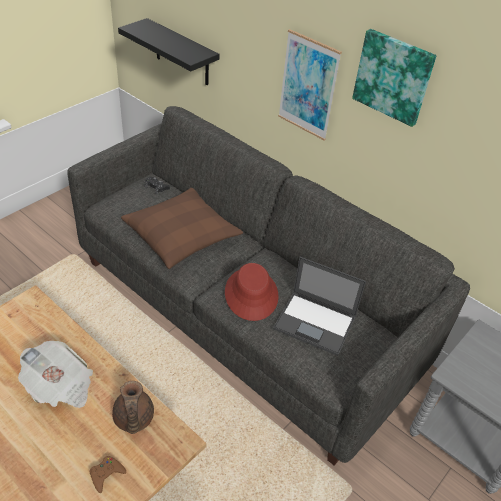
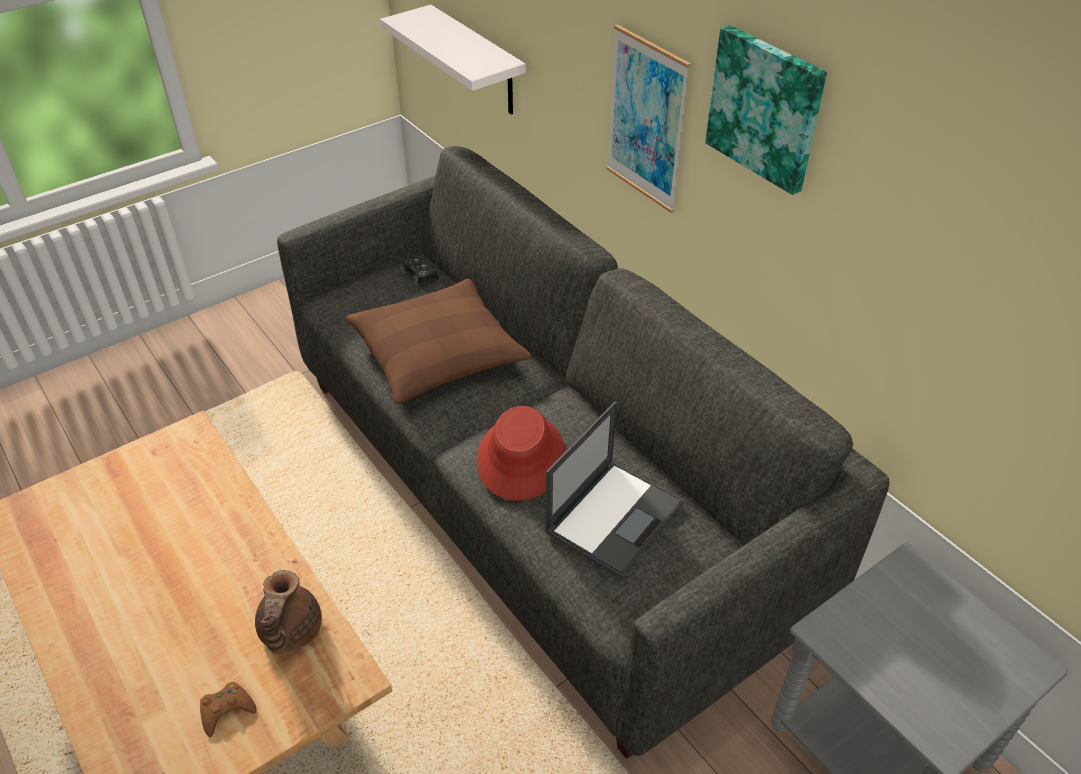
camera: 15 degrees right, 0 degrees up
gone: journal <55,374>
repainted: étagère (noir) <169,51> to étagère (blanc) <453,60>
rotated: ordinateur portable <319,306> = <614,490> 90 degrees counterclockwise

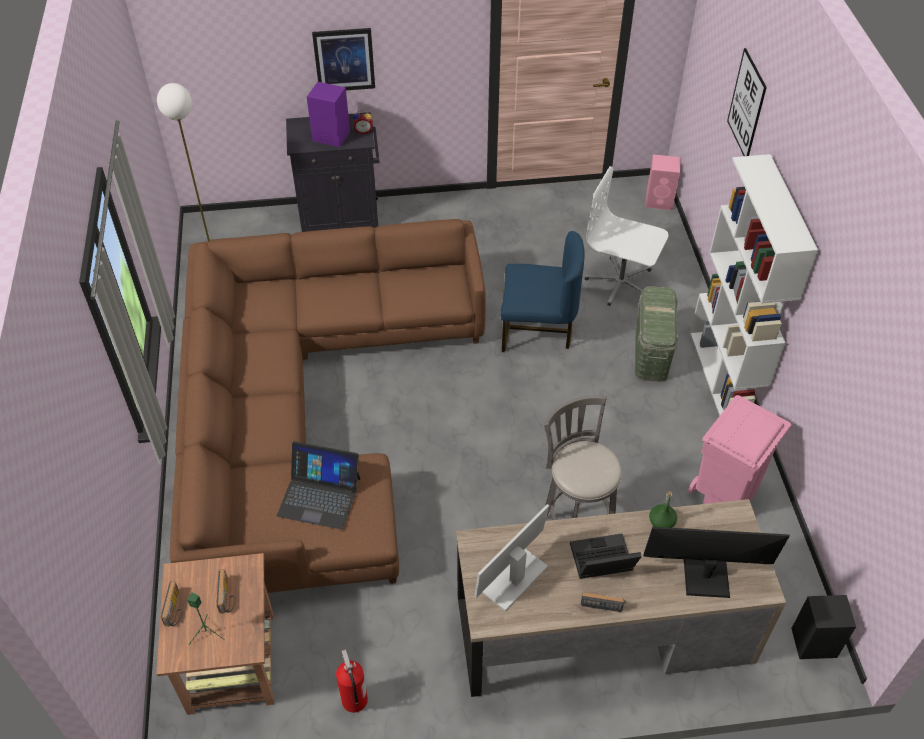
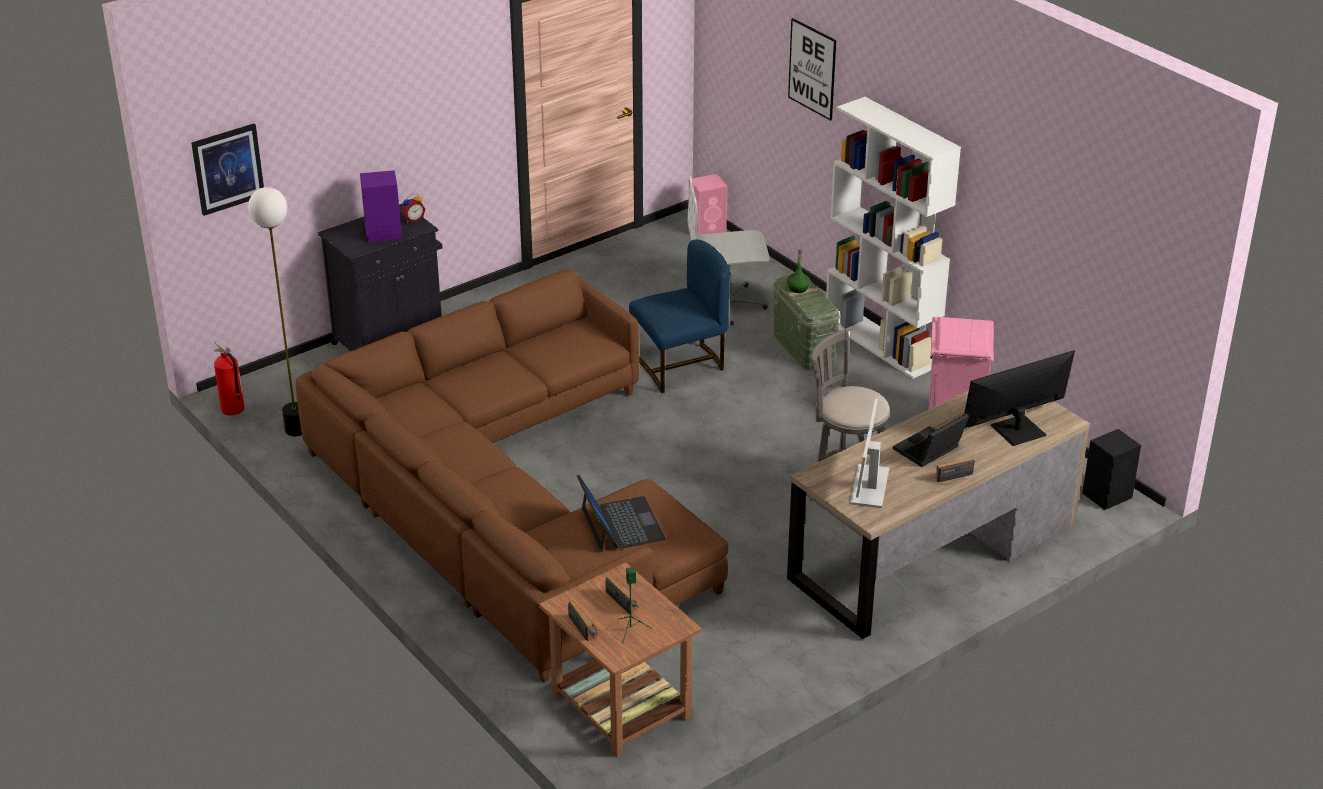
camera: 30 degrees left, 15 degrees down
shifted: tableau <343,59> to <227,170>; extincteur <352,681> to <229,378>; bouteille (vert) <663,509> to <798,271>
rotated: ordinateur portable <318,485> = <621,513> 90 degrees counterclockwise

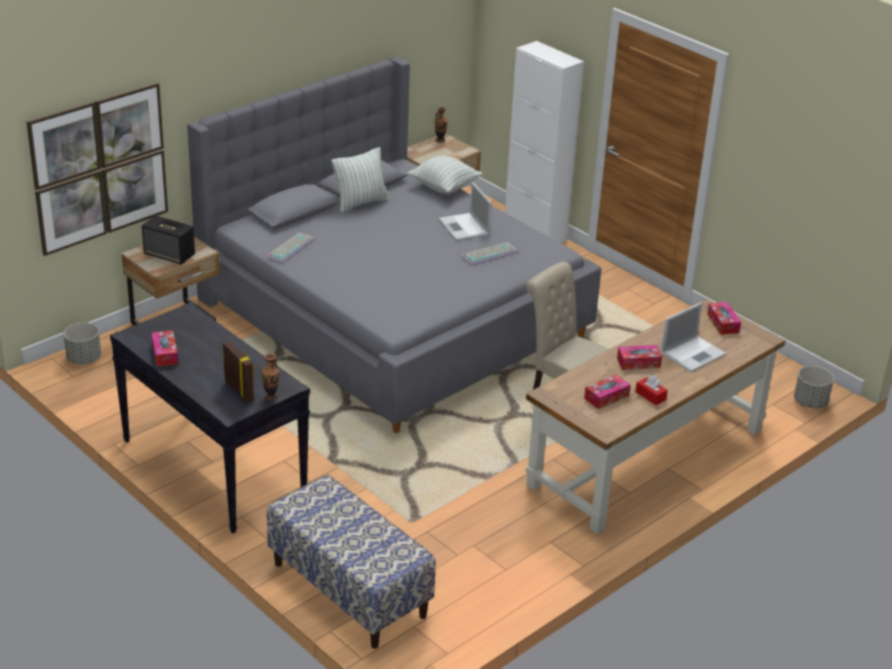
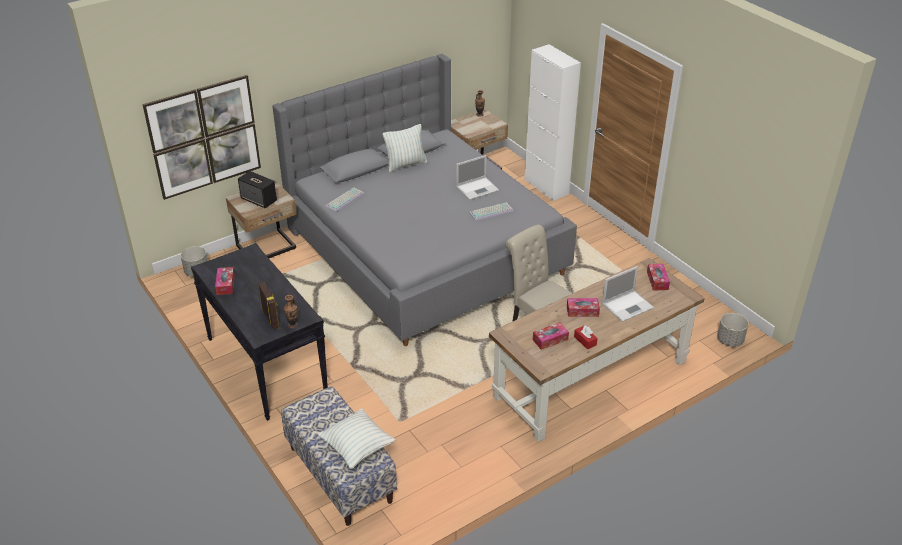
camera: 10 degrees right, 5 degrees up
shifted: coussin <445,175> to <356,438>
rotated: ordinateur portable <465,211> = <477,177> 105 degrees counterclockwise

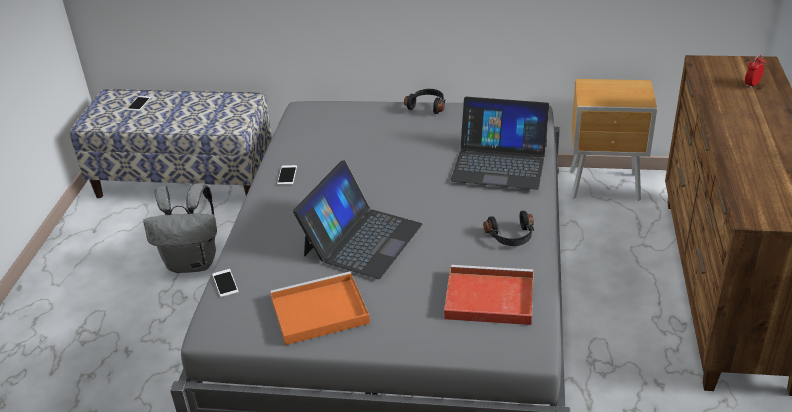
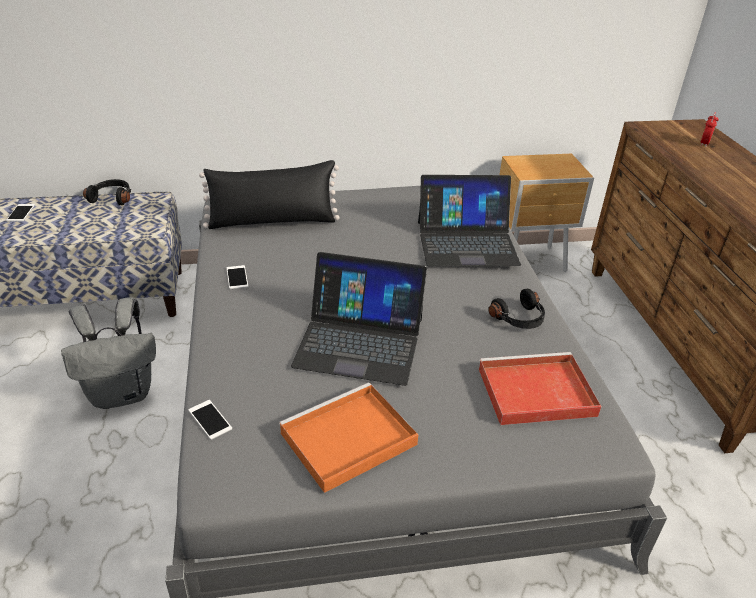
camera: 20 degrees left, 0 degrees up
new: coussin (noir) <269,194>
shifted: casque audio (noir) <424,101> to <107,192>
rotated: ordinateur portable <357,219> = <359,319> 90 degrees clockwise

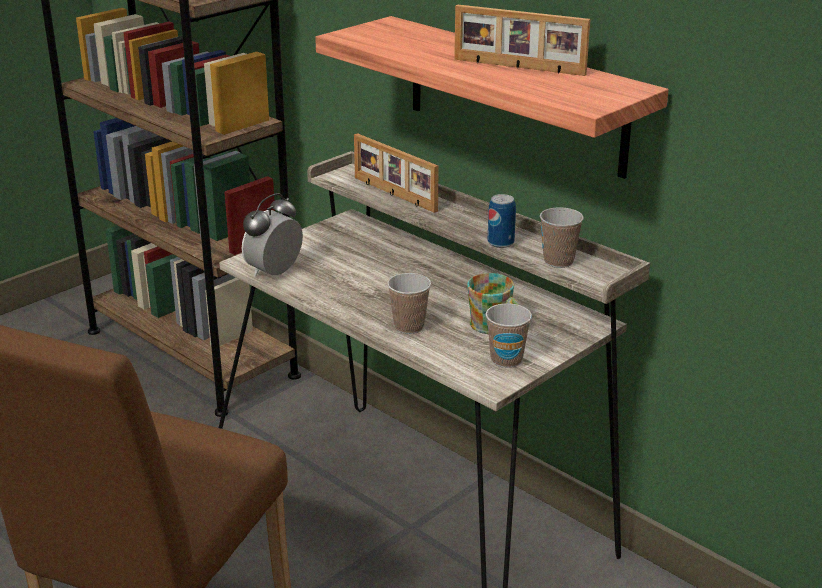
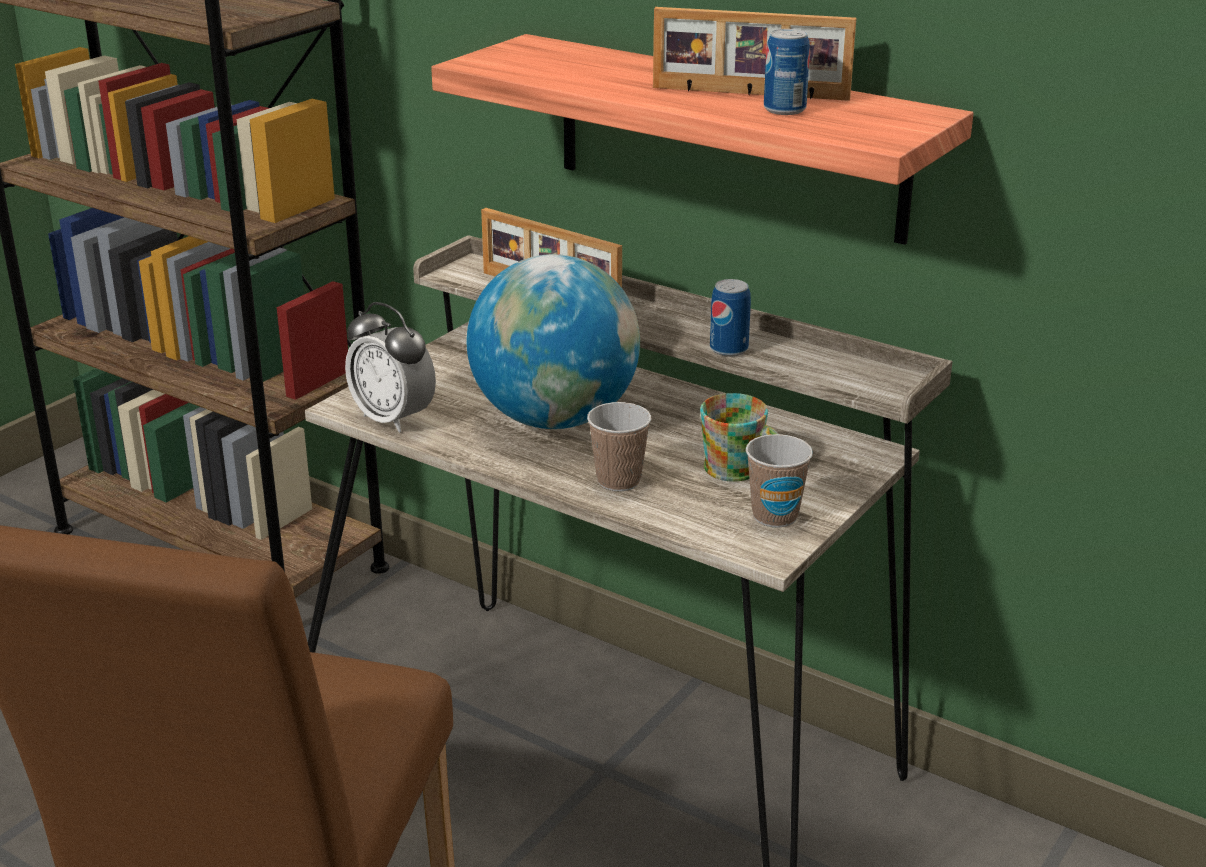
camera: 10 degrees left, 0 degrees up
gone: tasse <562,237>
new: globe <553,341>; boîte métallique <787,72>
rotated: réveil <272,235> = <390,367> 75 degrees counterclockwise

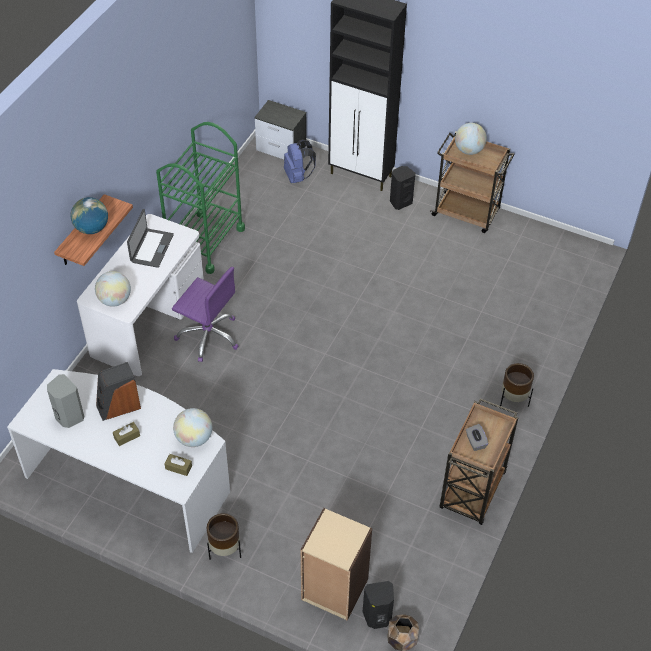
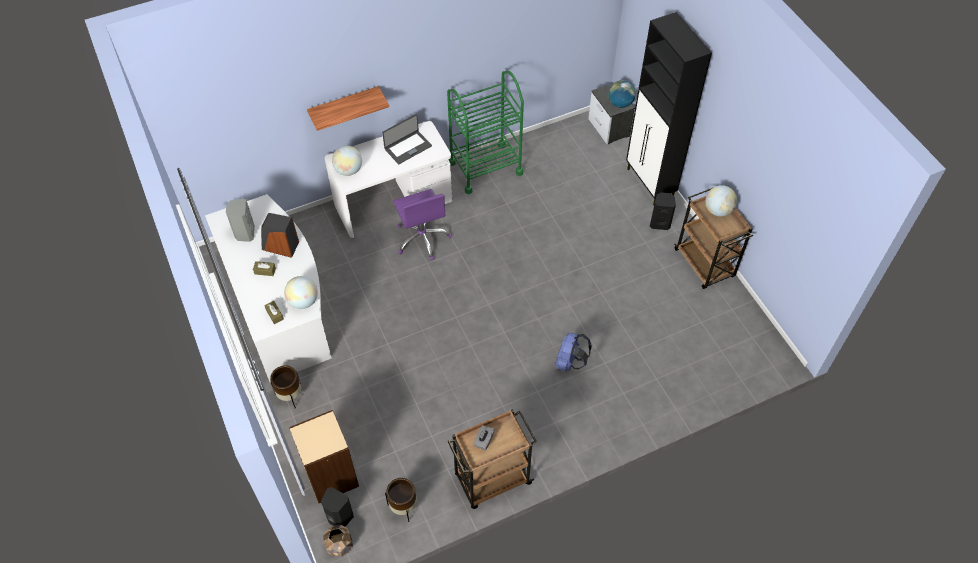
camera: 40 degrees right, 5 degrees up
shifted: globe <89,215> to <622,94>; sac à dos (bleu) <300,161> to <573,351>; cache-pot (marron) <517,385> to <401,500>

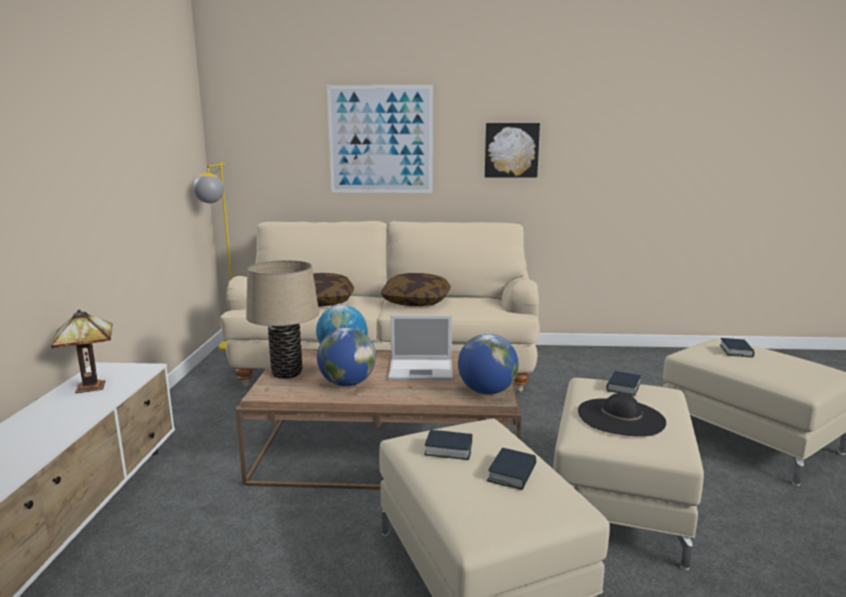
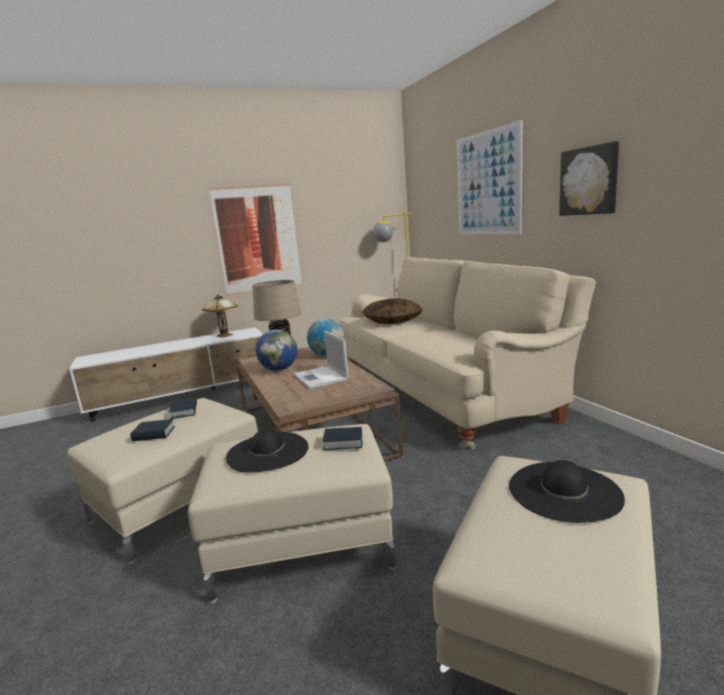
camera: 65 degrees right, 0 degrees up
gone: coussin <416,289>; globe <488,364>
new: tableau <255,239>
swapped: livre <737,347> to chapeau (noir) <567,491>

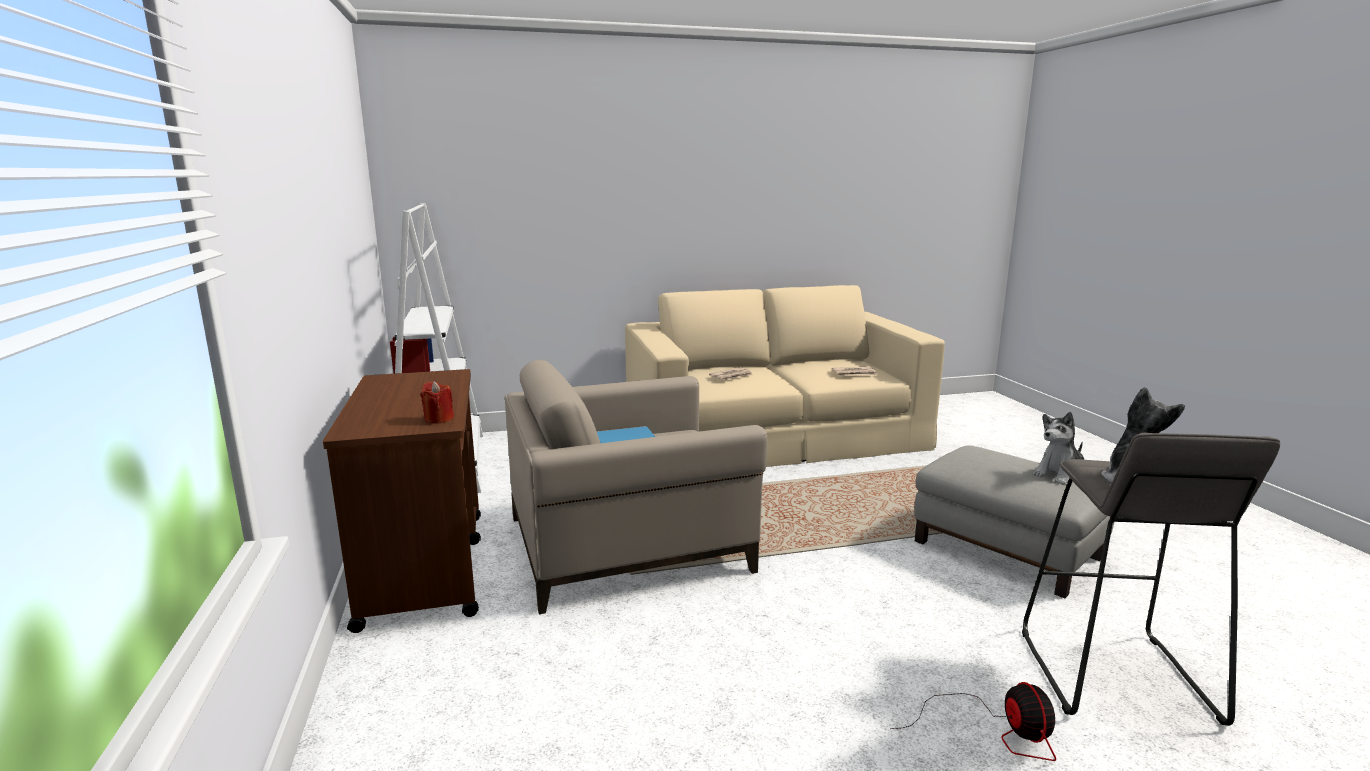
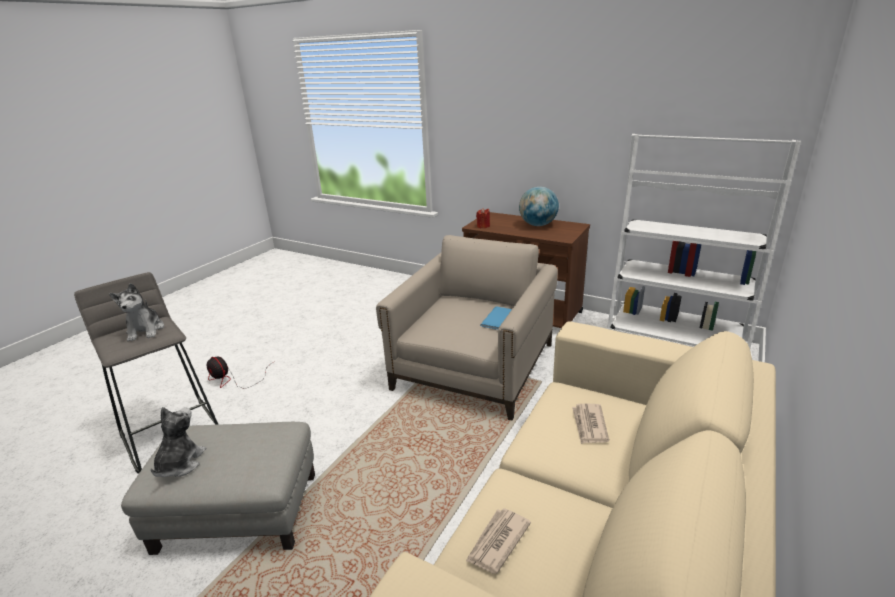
camera: 135 degrees right, 10 degrees up
new: globe <539,206>

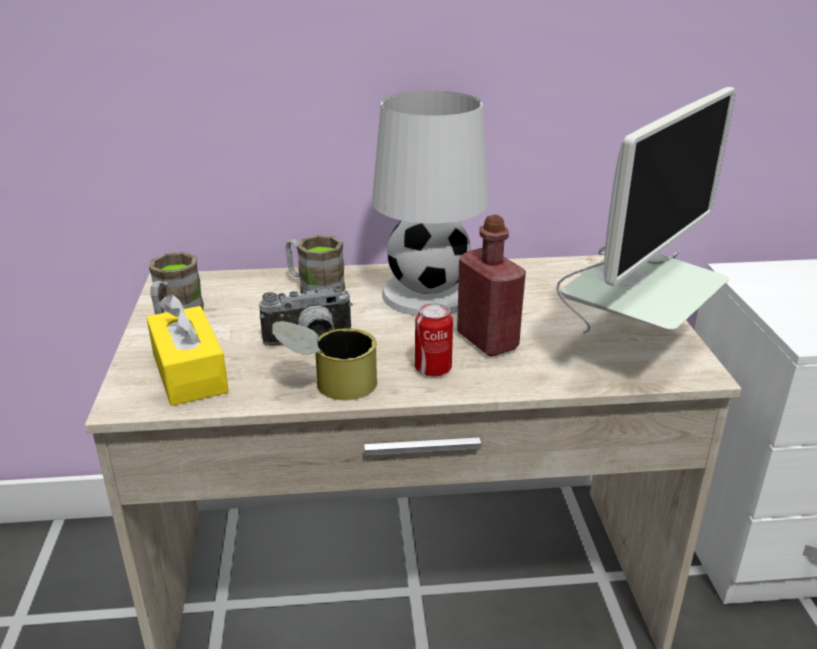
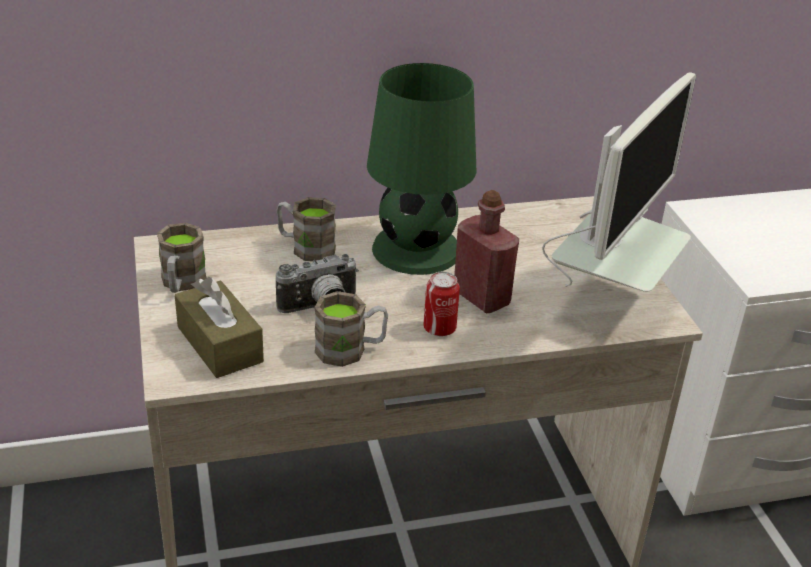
camera: 10 degrees left, 5 degrees up
swapped: boîte métallique <324,360> to mug (marron) <351,329>
repainted: boîte à mouchoirs (jaune) <187,350> to boîte à mouchoirs (marron) <219,327>; lampe de table (blanc) <430,203> to lampe de table (vert) <422,169>

